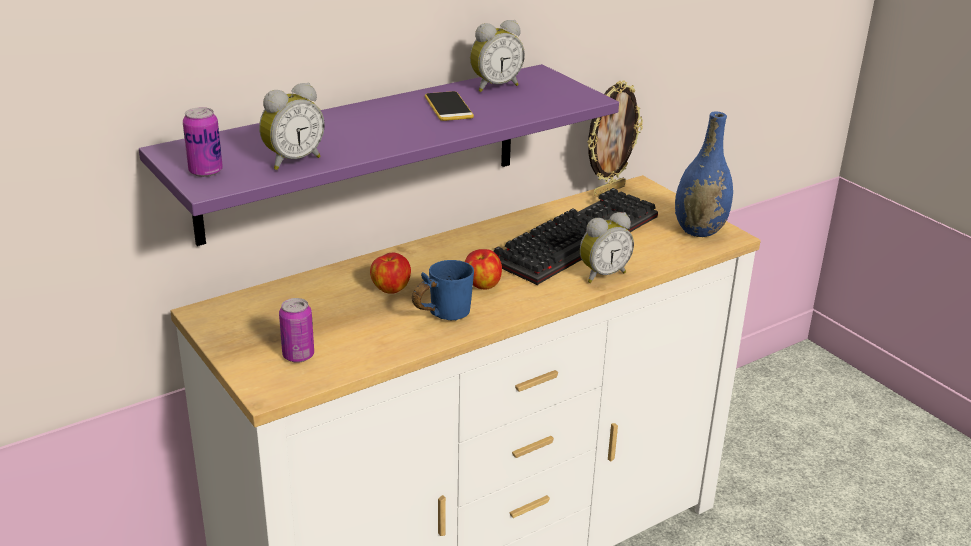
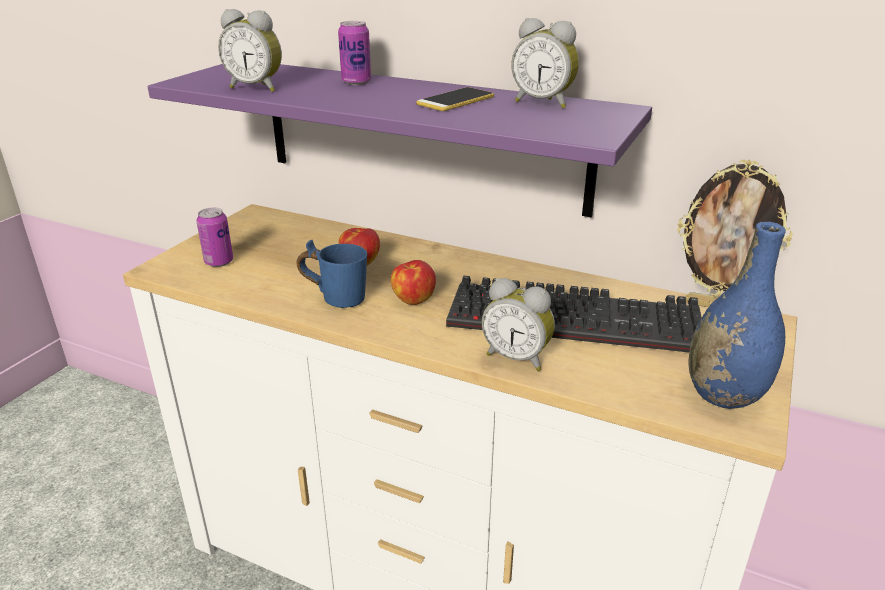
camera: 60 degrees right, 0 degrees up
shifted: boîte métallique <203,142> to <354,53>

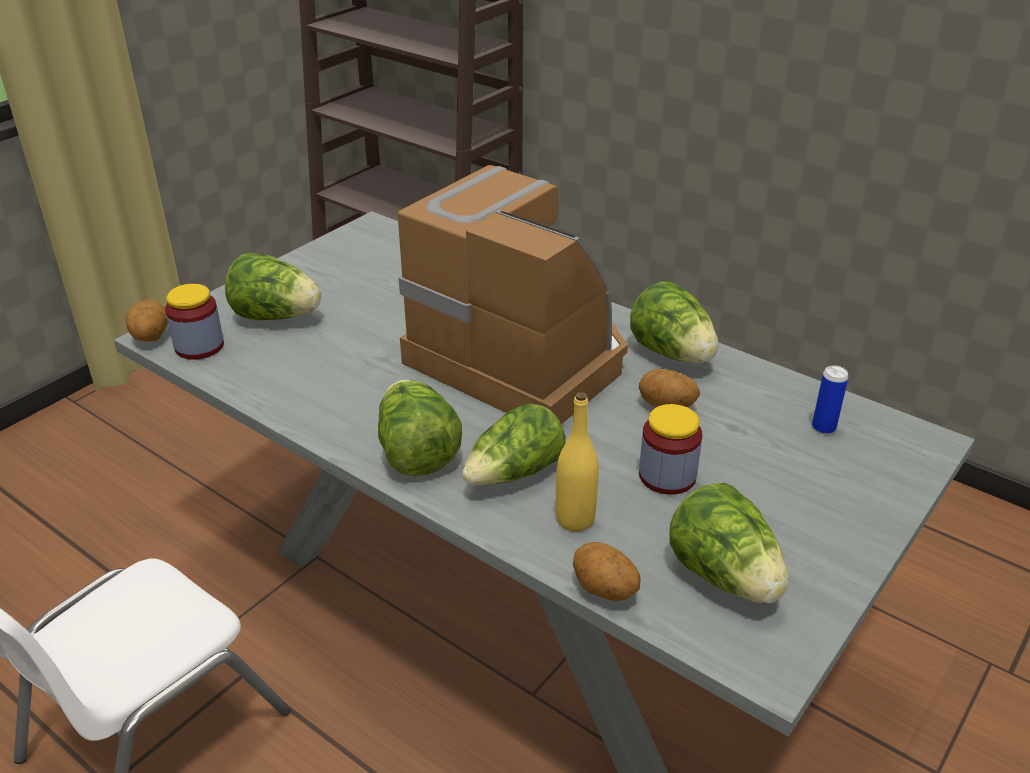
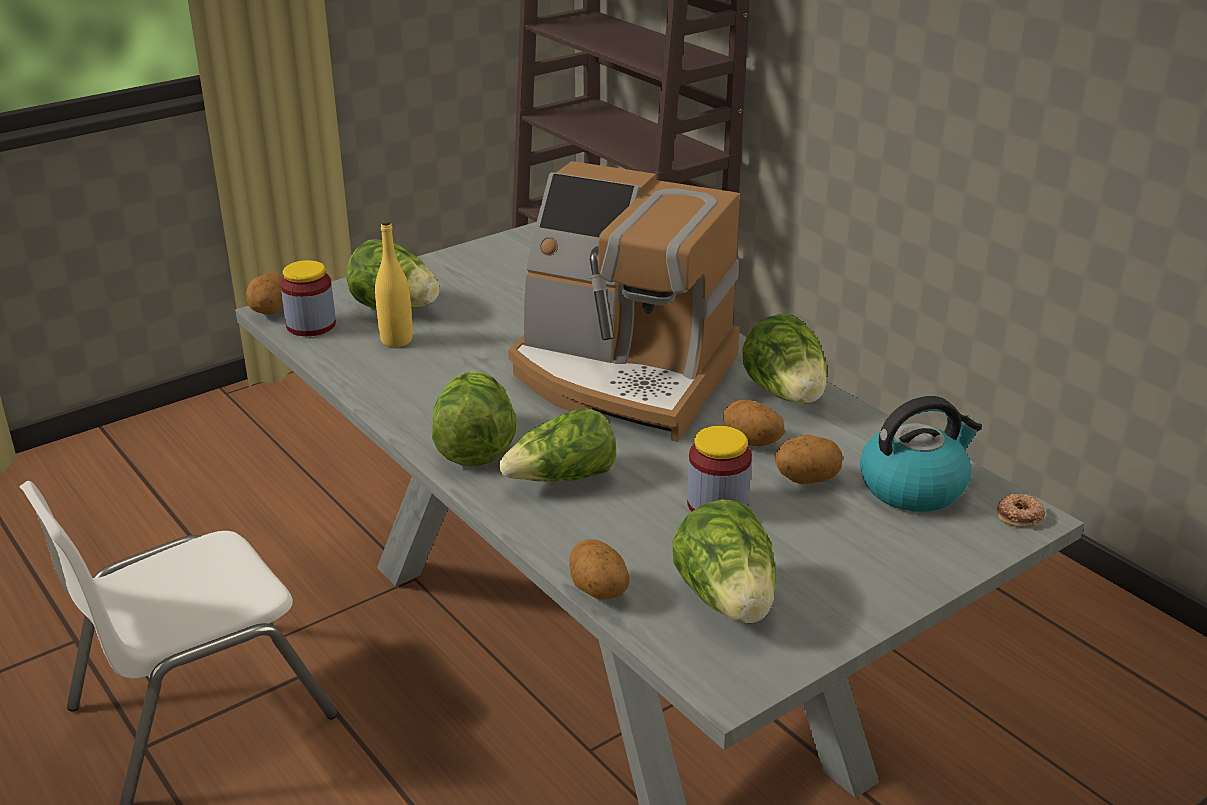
camera: 15 degrees right, 5 degrees down
new: pomme de terre <808,459>; beignet <1021,510>
shifted: bouteille (jaune) <577,462> to <394,283>
swapped: boîte métallique <830,399> to bouilloire <921,454>
rotated: machine à café <513,294> = <624,301> 150 degrees clockwise

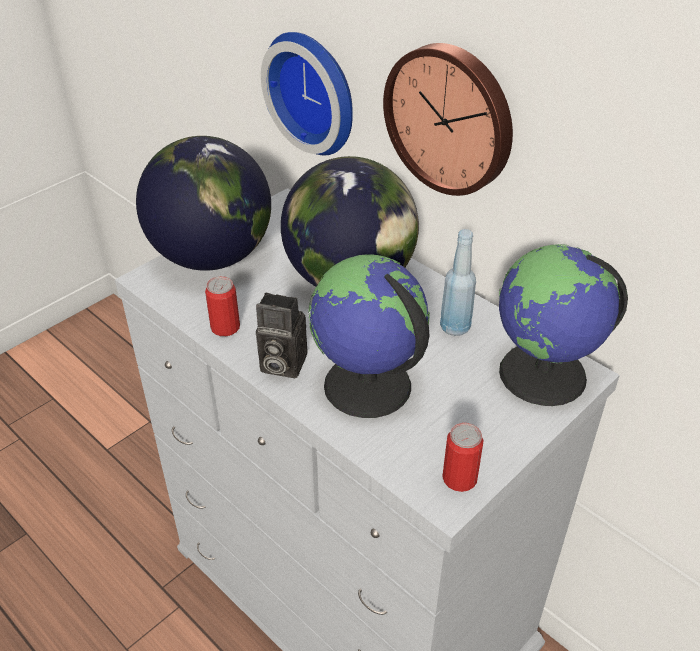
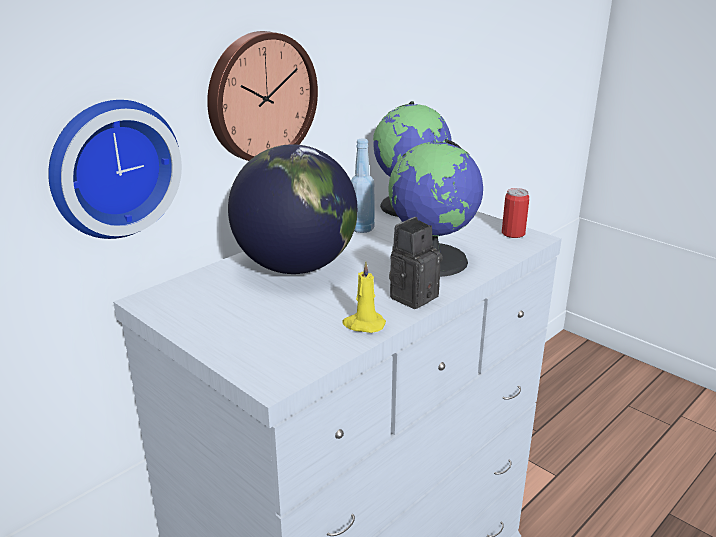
camera: 90 degrees left, 15 degrees down
gone: globe <203,203>
swapped: boîte métallique <222,306> to bougie (jaune) <364,297>
rotated: appareil photo <281,335> = <416,263> 150 degrees counterclockwise

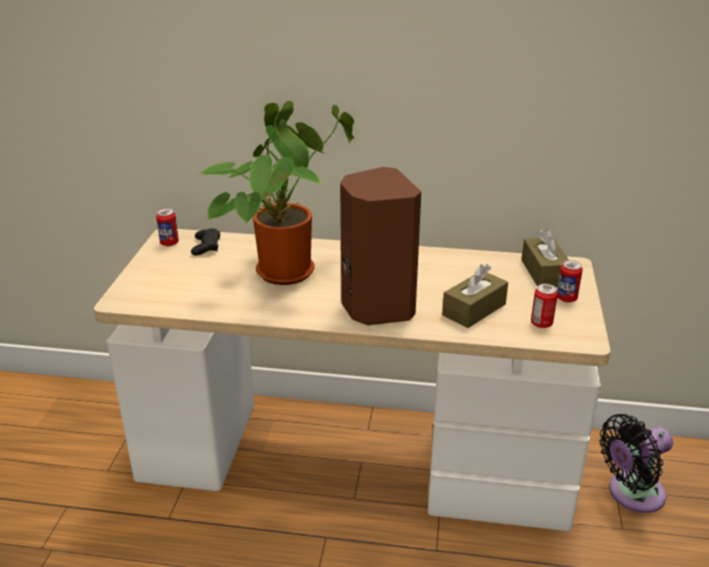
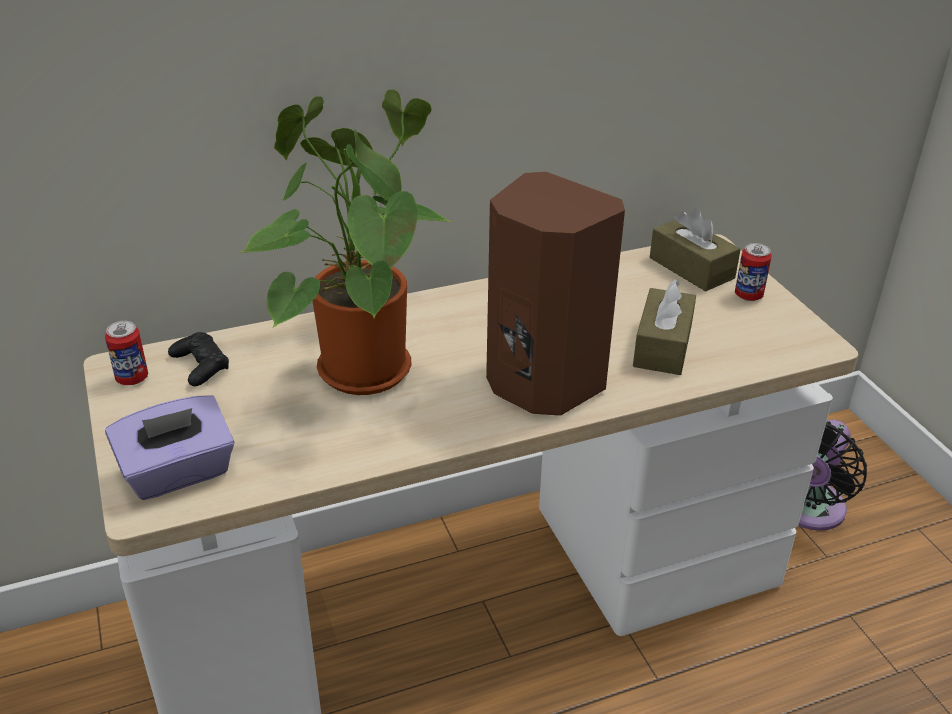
camera: 30 degrees left, 5 degrees up
gone: boîte métallique <544,306>
new: boîte à mouchoirs (violet) <170,447>

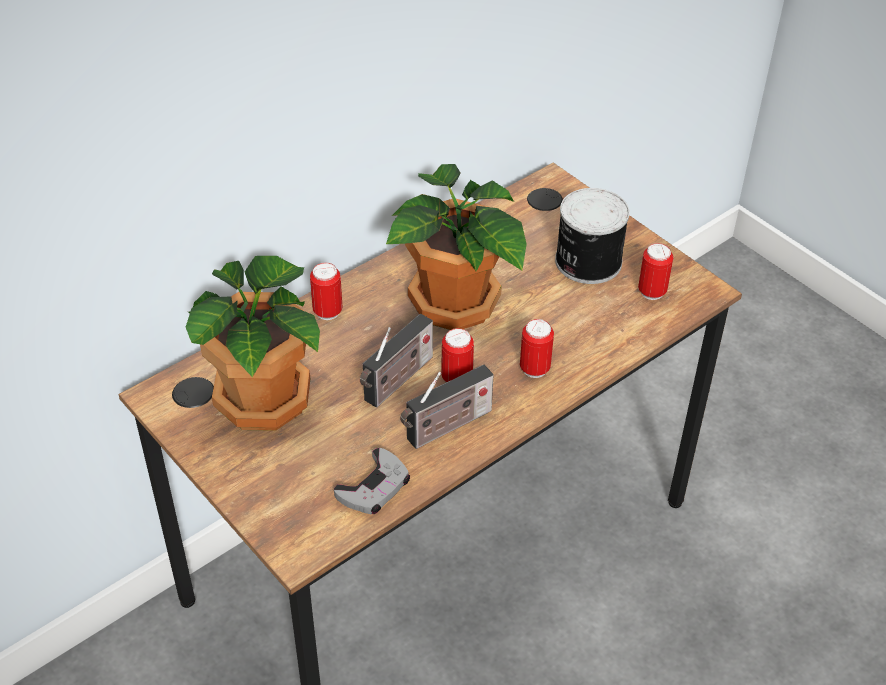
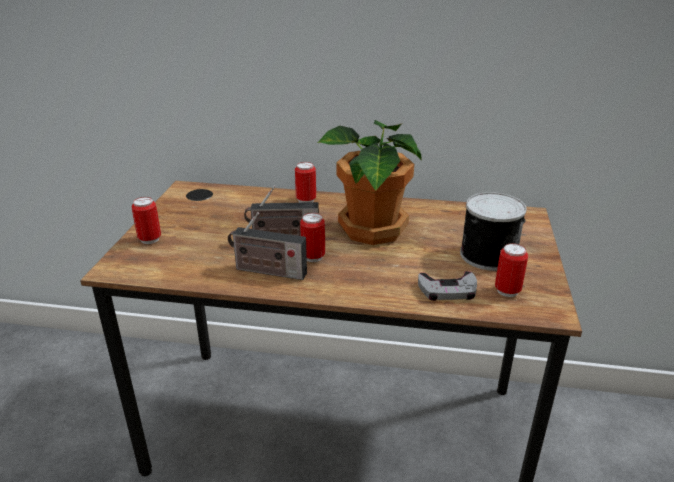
camera: 50 degrees right, 15 degrees down
gone: plante en pot <253,343>
shifted: manette (gris) <372,481> to <447,286>; boîte métallique <537,348> to <146,220>

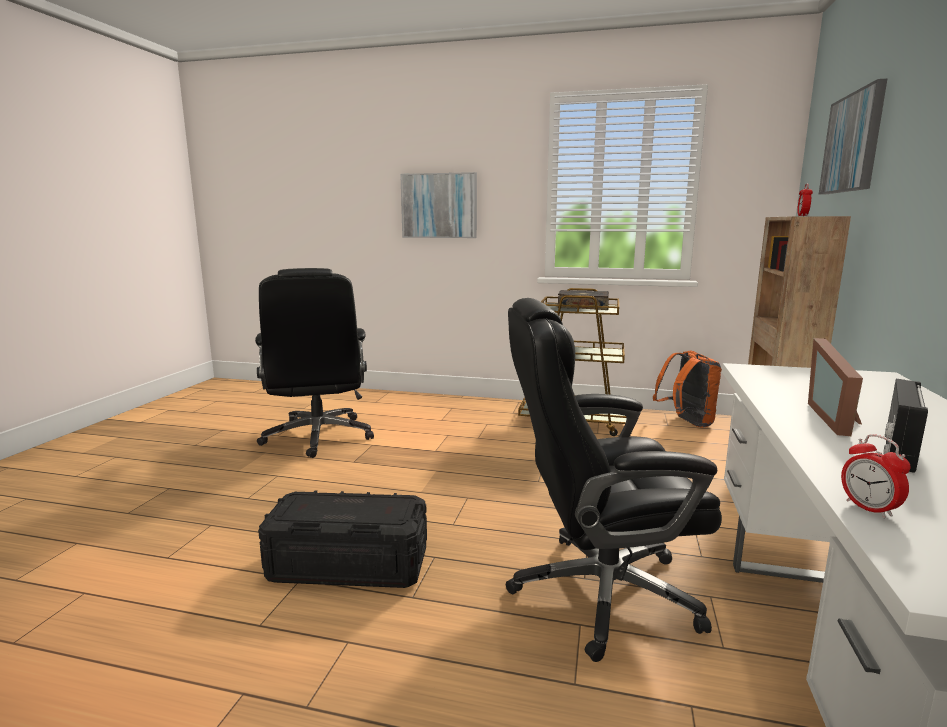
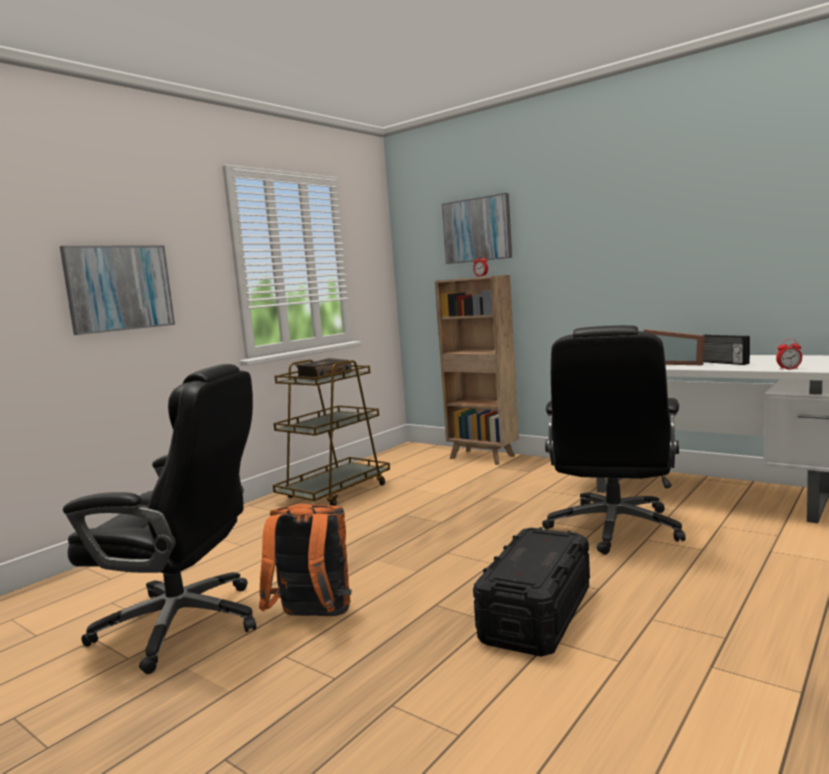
camera: 65 degrees left, 5 degrees down
shifted: sac à dos (orange) <687,389> to <305,560>

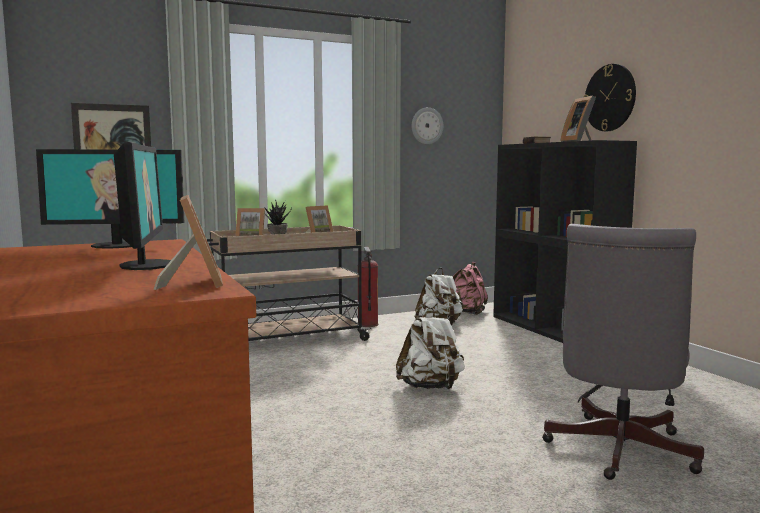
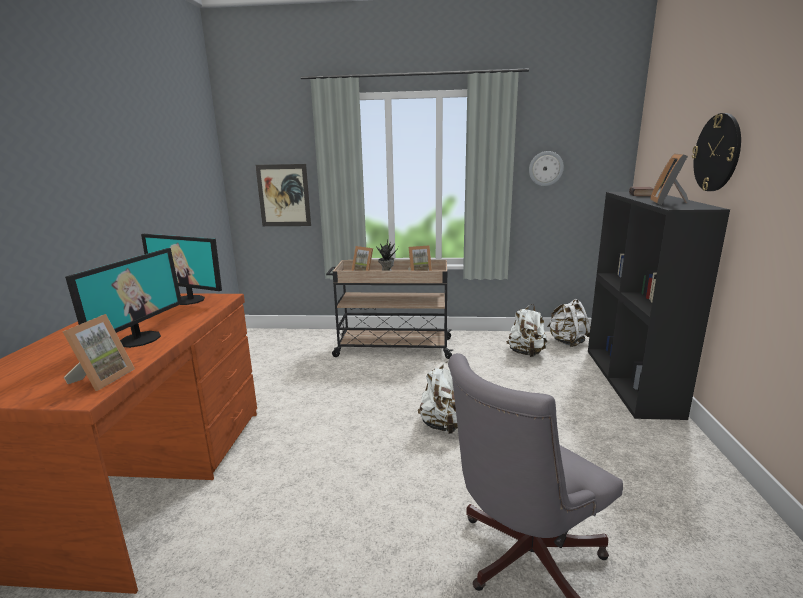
camera: 30 degrees right, 10 degrees up
gone: extincteur <368,287>
repainted: sac à dos (rose) <470,288> to sac à dos (blanc) <568,323>

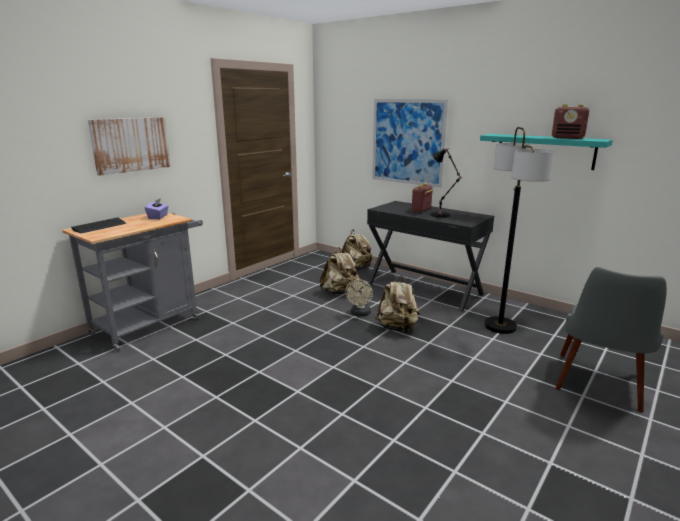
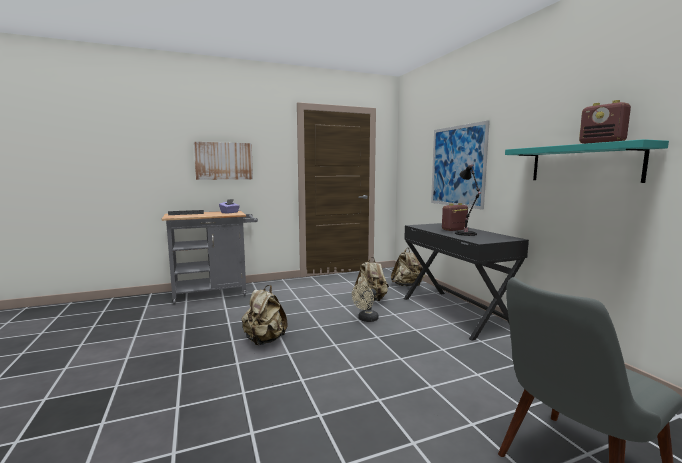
camera: 30 degrees right, 10 degrees down
gone: lampadaire <519,230>
shifted: sac à dos (beige) <397,304> to <264,315>

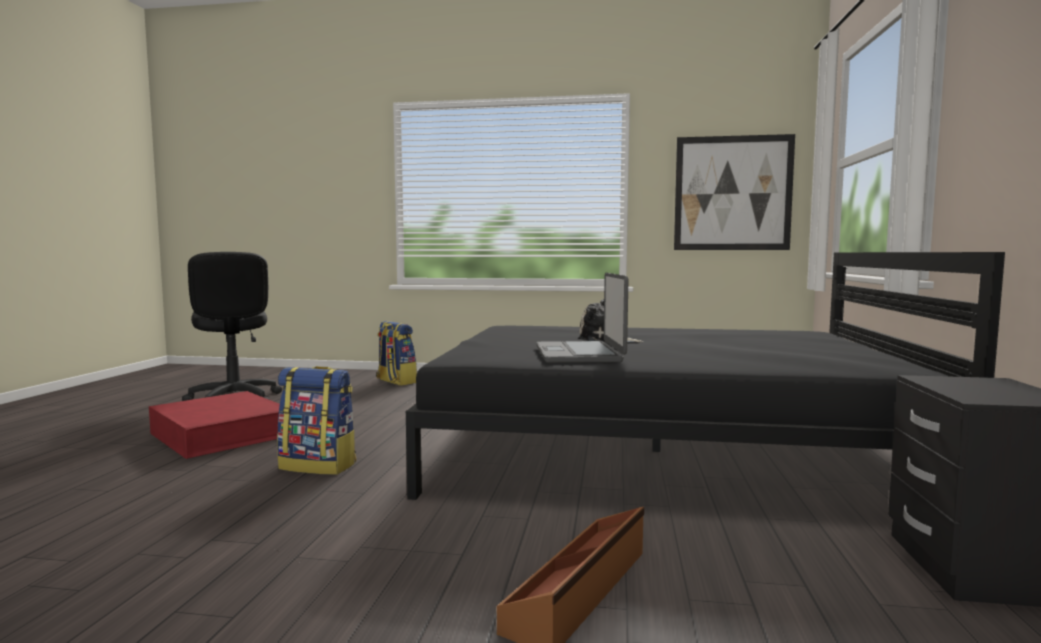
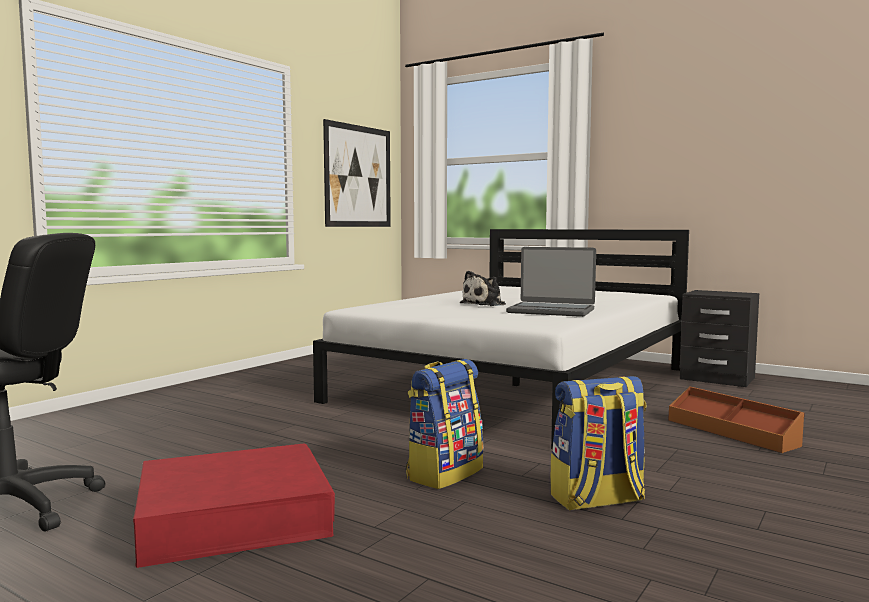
camera: 65 degrees left, 0 degrees up
shifted: sac à dos <396,353> to <599,443>
repainted: lit (noir) <705,376> to lit (blanc) <501,339>

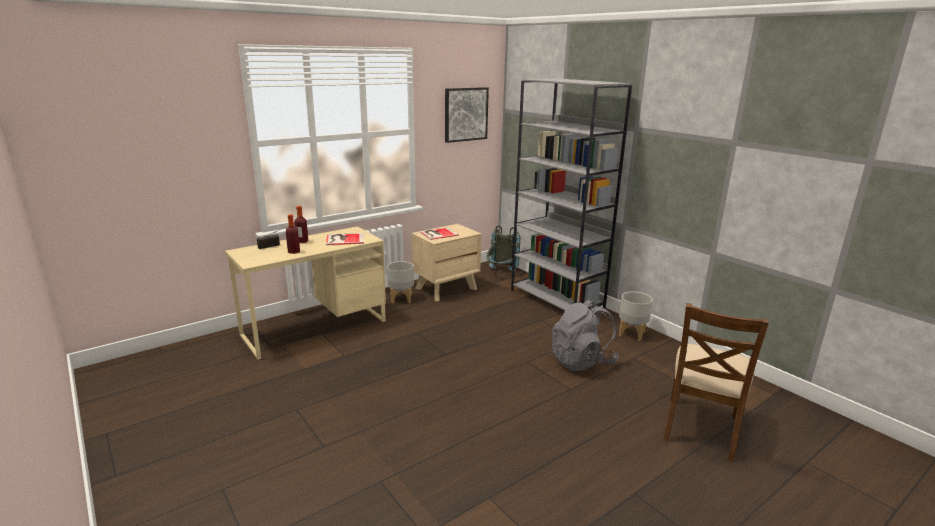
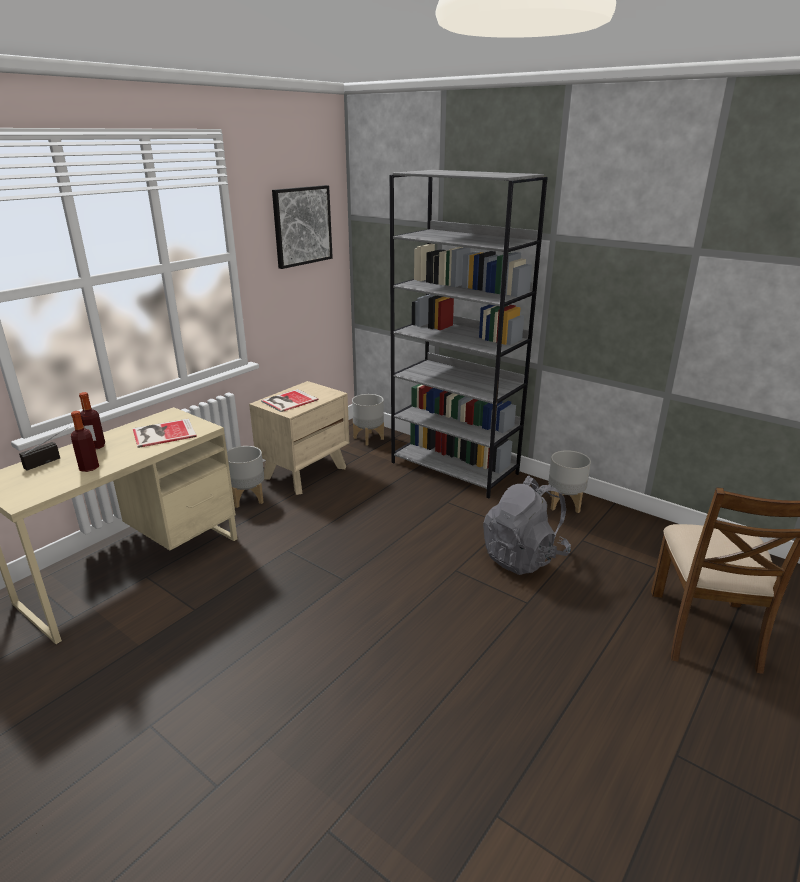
camera: 15 degrees left, 5 degrees up
swapped: sac à dos (gris) <503,248> to cache-pot (gris) <368,420>

